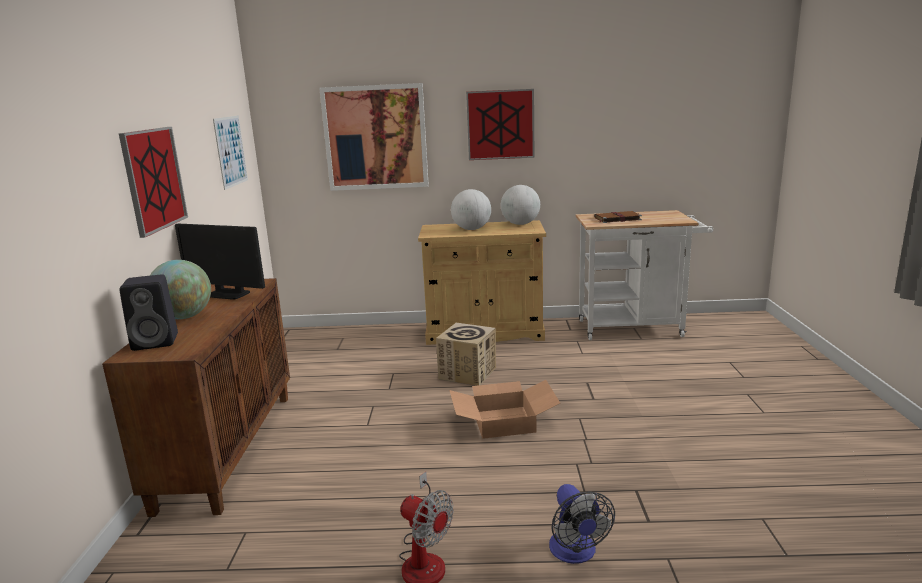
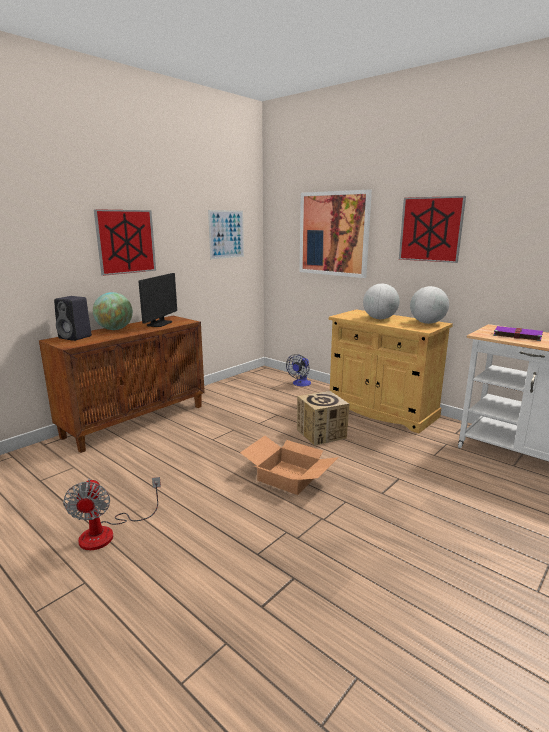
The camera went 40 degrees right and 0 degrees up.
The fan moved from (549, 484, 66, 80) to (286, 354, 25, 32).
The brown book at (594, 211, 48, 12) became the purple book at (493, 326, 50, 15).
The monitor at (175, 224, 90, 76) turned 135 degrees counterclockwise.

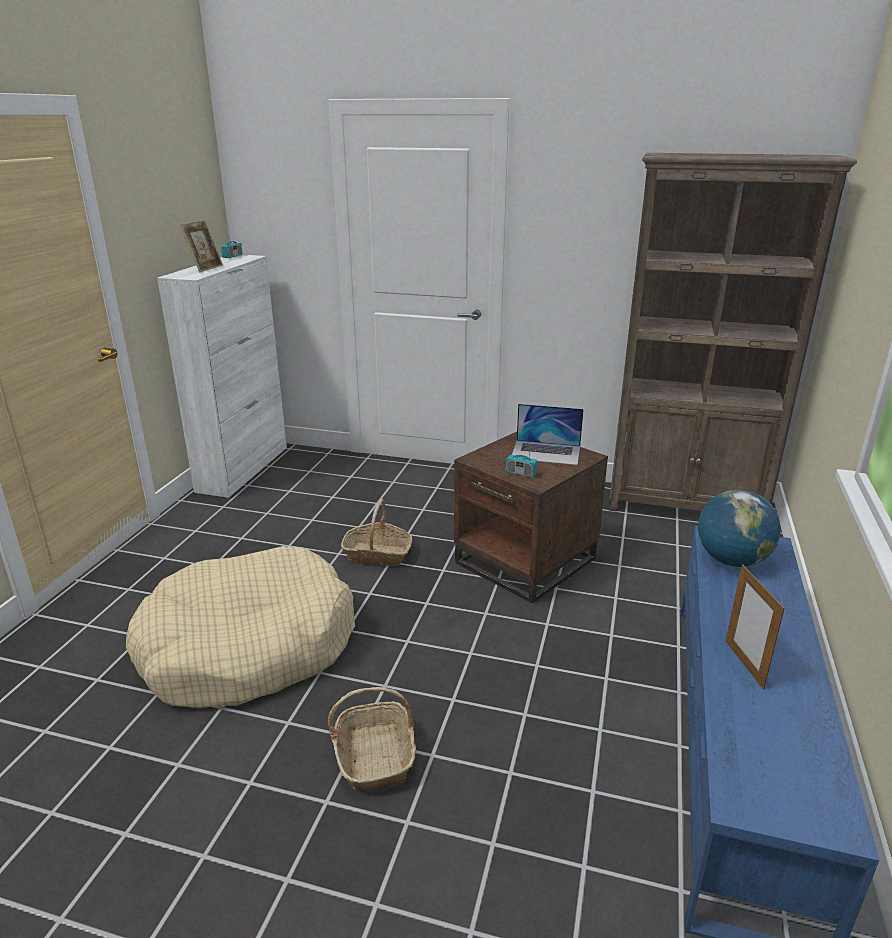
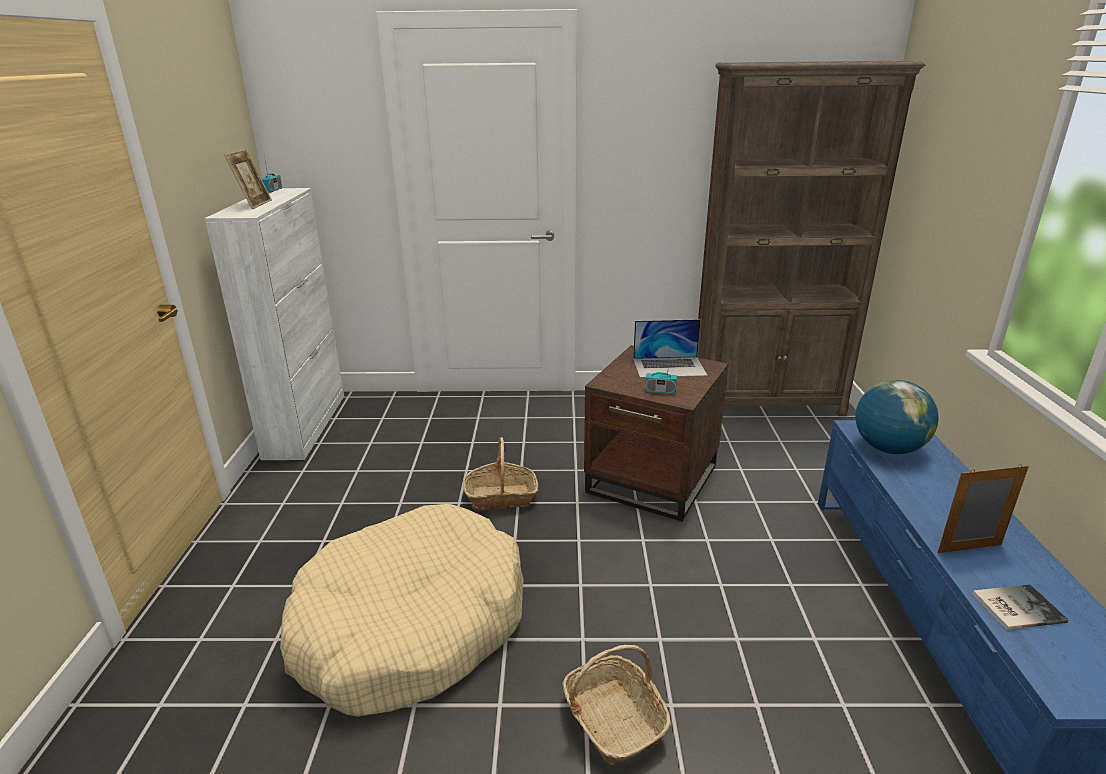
The camera went 15 degrees left and 0 degrees up.
The book at (972, 584, 96, 46) appeared.
The picture frame at (726, 564, 59, 125) turned 105 degrees clockwise.

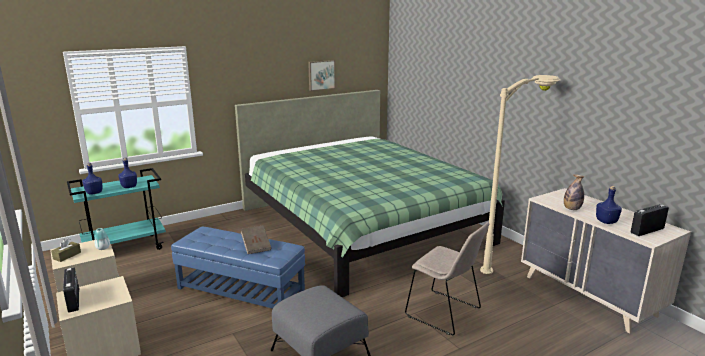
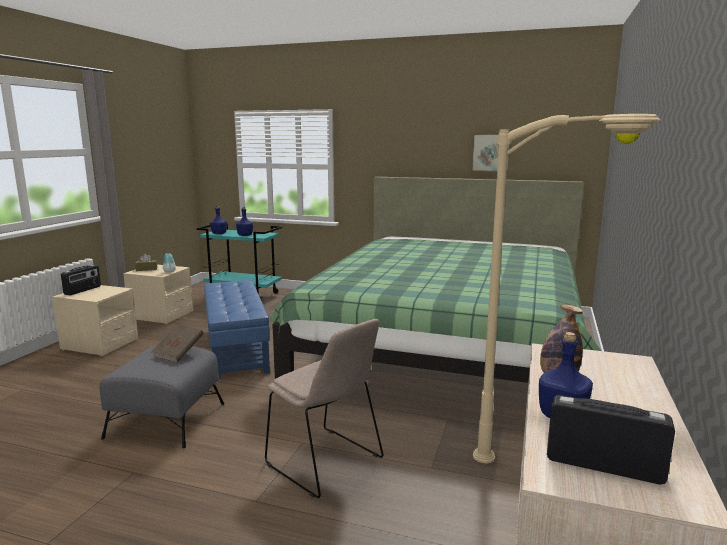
The camera went 50 degrees right and 5 degrees down.
The brown book moved from (241, 226, 31, 28) to (151, 324, 53, 39).
The beige chair at (405, 222, 84, 113) turned 45 degrees counterclockwise.

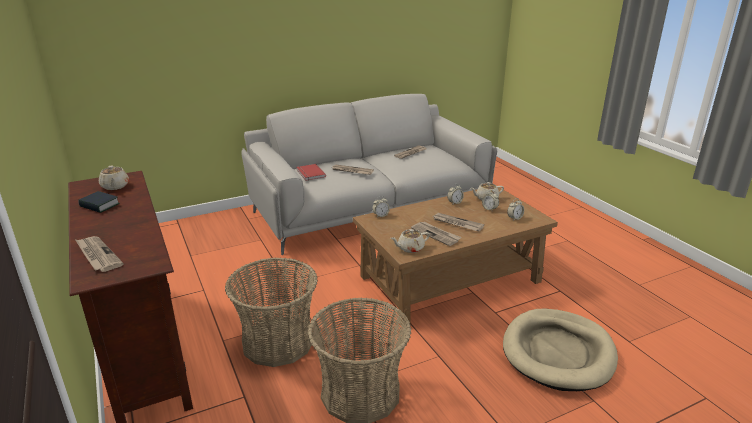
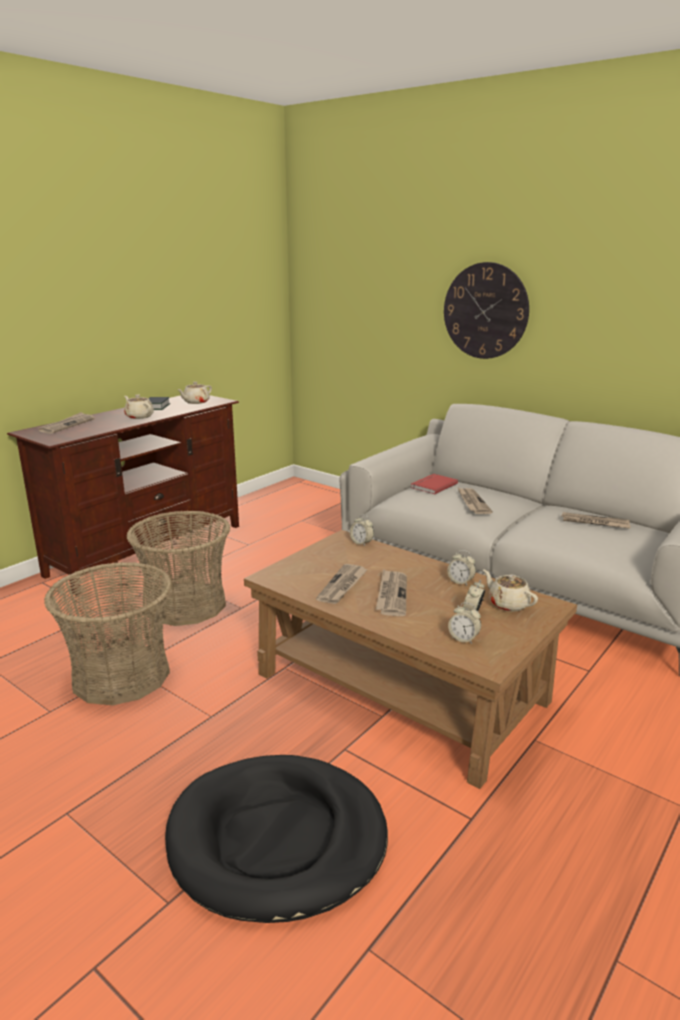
The camera went 65 degrees right and 5 degrees down.
The wall clock at (444, 262, 85, 97) appeared.
The beige teapot moved from (391, 229, 39, 24) to (124, 395, 30, 24).
The beige dog bed at (503, 309, 115, 82) became the black dog bed at (165, 755, 223, 168).

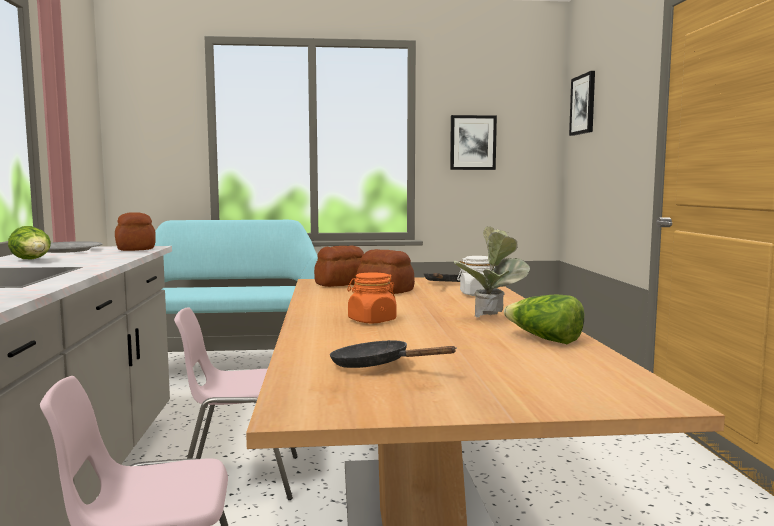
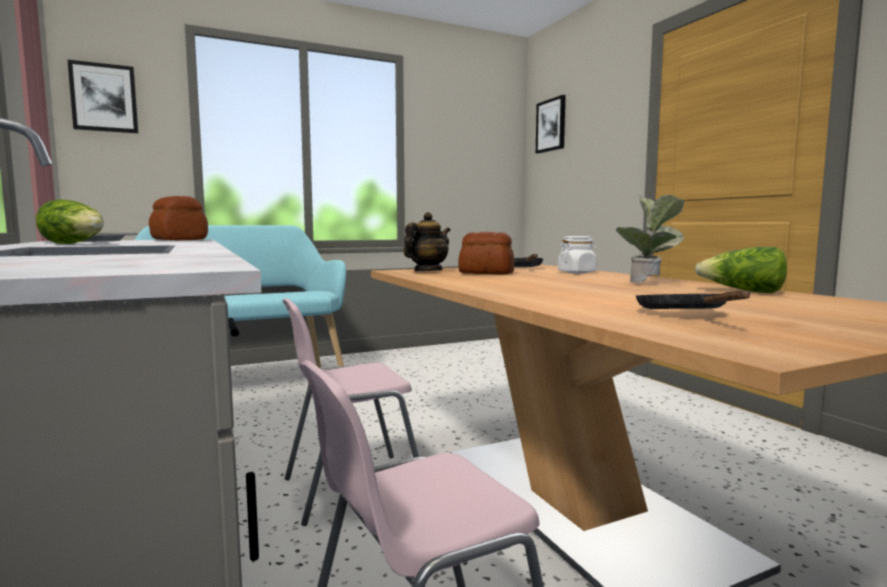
The camera went 20 degrees left and 0 degrees up.
The orange jar at (347, 272, 50, 51) disappeared.
The picture moved from (450, 115, 47, 55) to (67, 59, 71, 74).
The bread at (314, 245, 50, 42) was replaced by the teapot at (403, 212, 47, 59).
The black frying pan at (330, 340, 127, 28) turned 75 degrees clockwise.

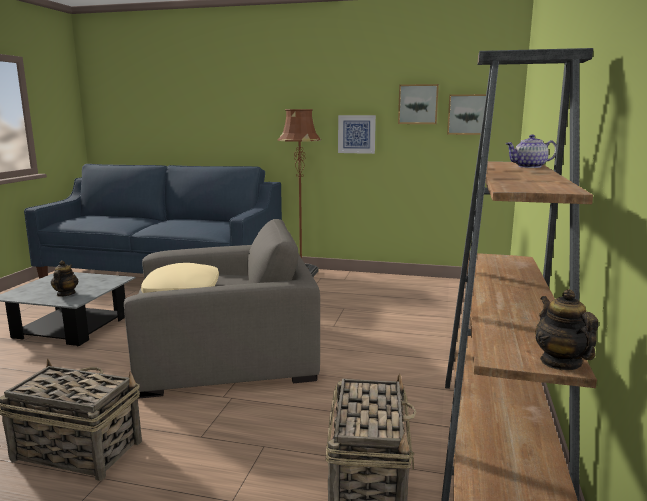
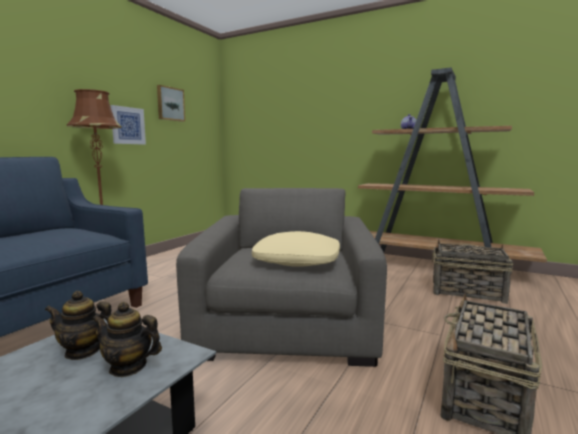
The camera went 75 degrees left and 5 degrees down.
The picture at (447, 94, 39, 41) disappeared.
The teapot moved from (535, 289, 63, 81) to (45, 291, 67, 69).

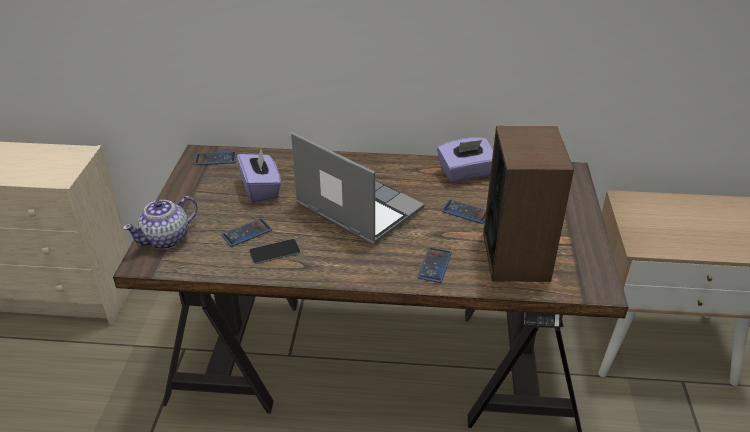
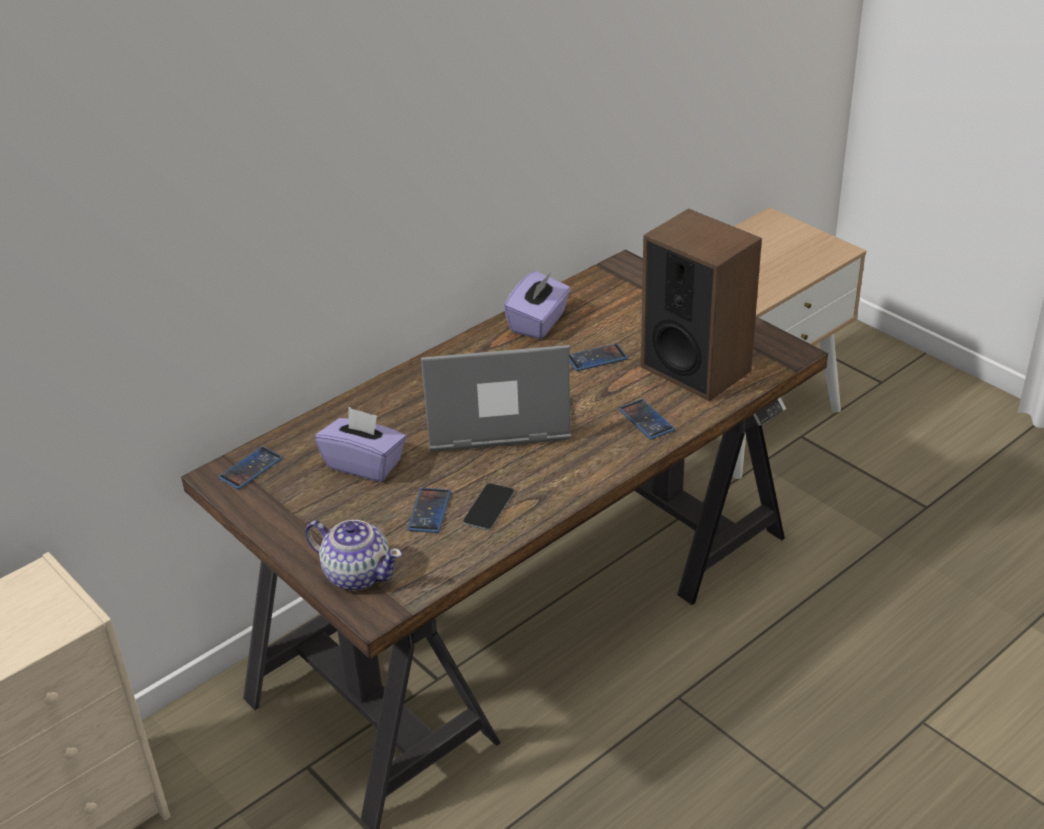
The camera went 45 degrees left and 0 degrees up.
The teapot at (122, 196, 76, 53) turned 60 degrees counterclockwise.

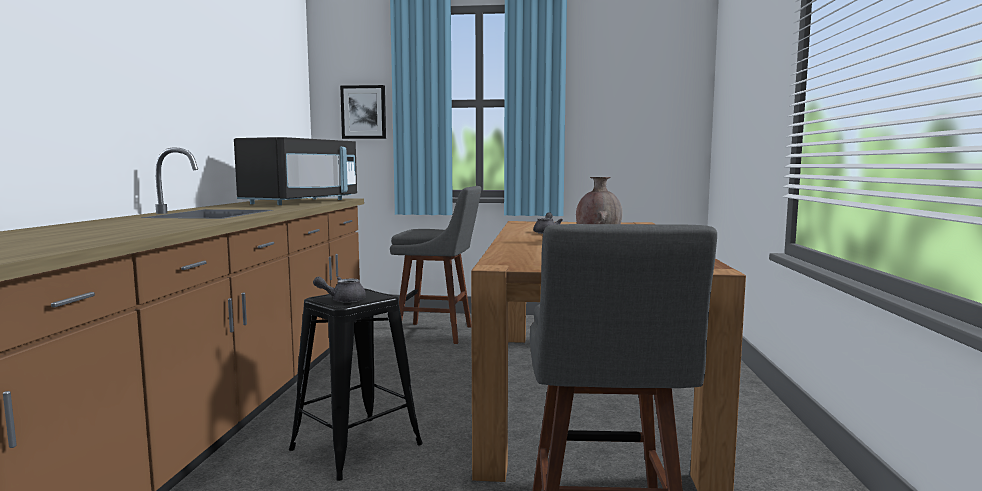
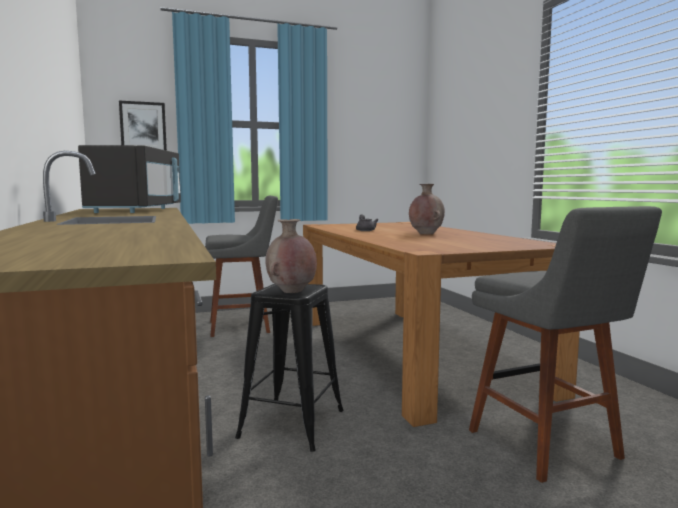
The camera went 25 degrees left and 0 degrees up.
The grey teapot at (313, 276, 53, 27) was replaced by the brown vase at (265, 219, 52, 74).

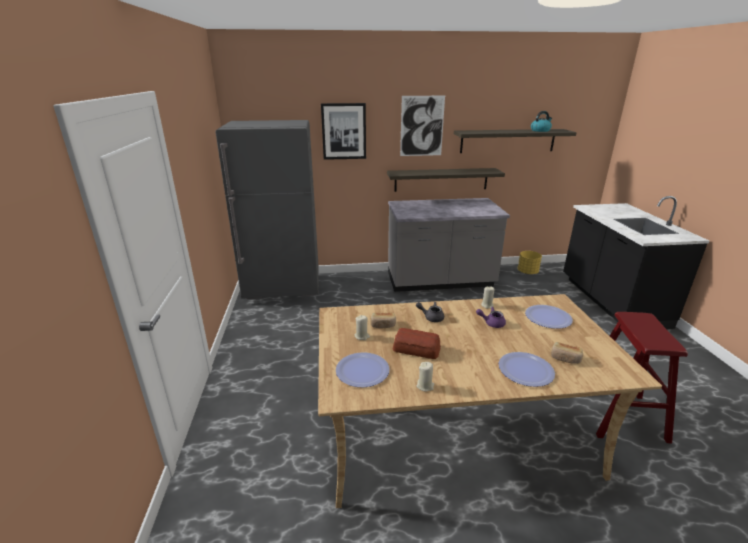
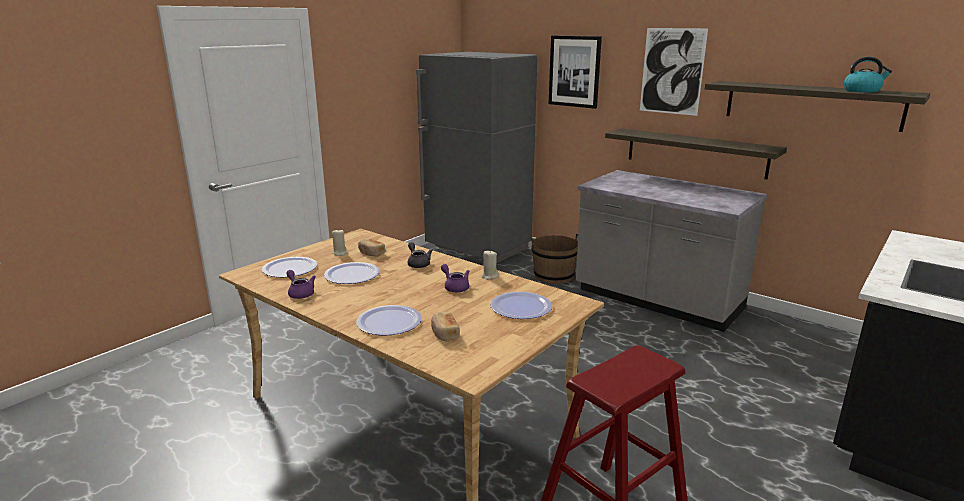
The camera went 45 degrees right and 5 degrees down.
The yellow planter at (518, 251, 24, 24) disappeared.
The brown bucket at (531, 234, 47, 50) appeared.
The bread at (393, 328, 48, 31) was replaced by the plate at (324, 262, 56, 22).
The beige candle at (416, 362, 18, 29) was replaced by the purple teapot at (286, 270, 30, 29).

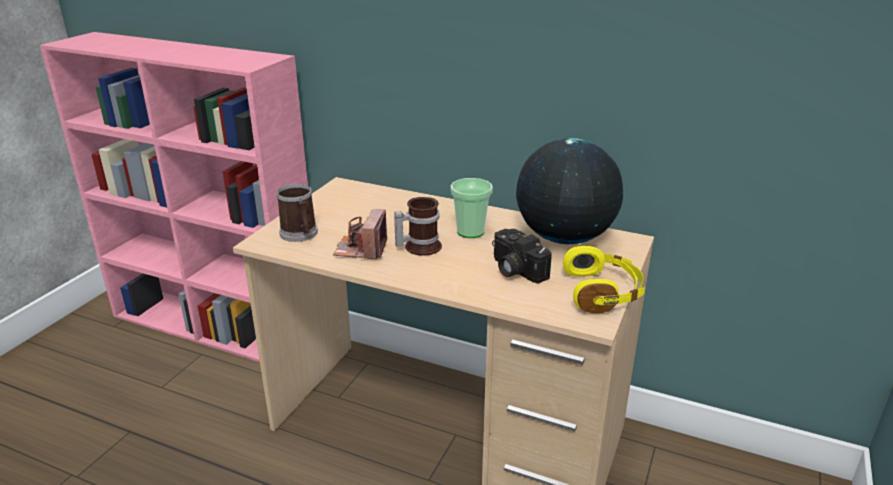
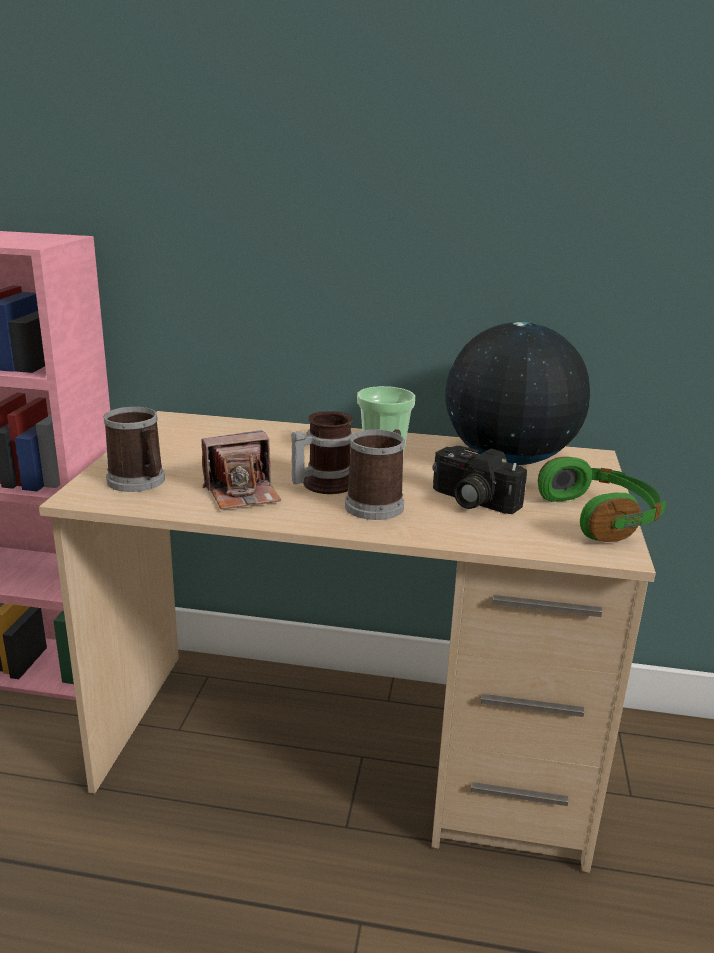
The camera went 15 degrees left and 5 degrees down.
The mug at (345, 429, 60, 91) appeared.
The yellow headphones at (563, 245, 82, 68) became the green headphones at (538, 457, 128, 85).
The photo camera at (333, 209, 54, 50) turned 105 degrees counterclockwise.

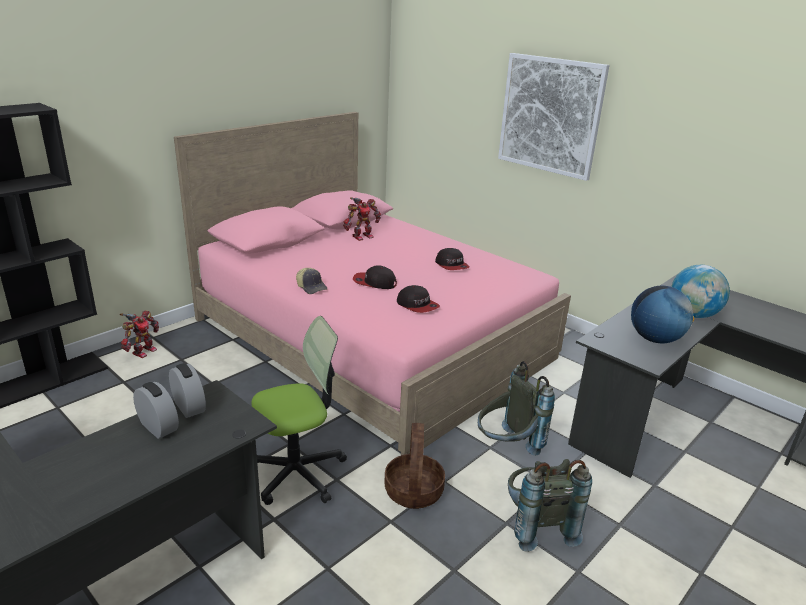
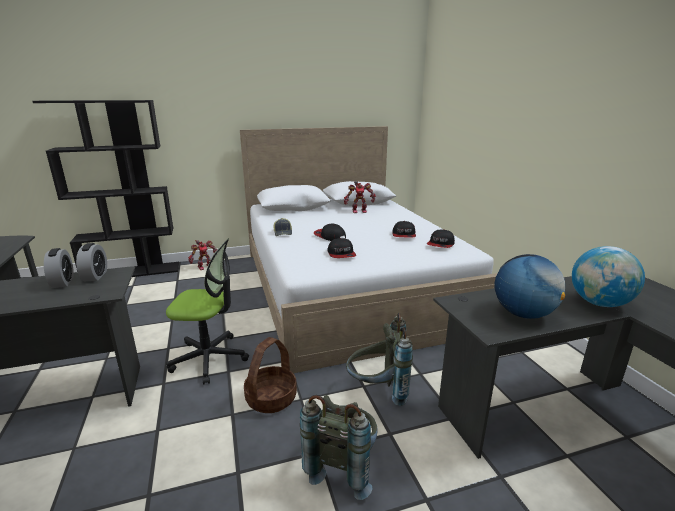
The camera went 30 degrees right and 5 degrees down.
The picture at (498, 53, 111, 128) disappeared.
The cap at (427, 229, 28, 19) appeared.
The pink bed at (174, 112, 397, 343) became the white bed at (240, 126, 257, 247).

